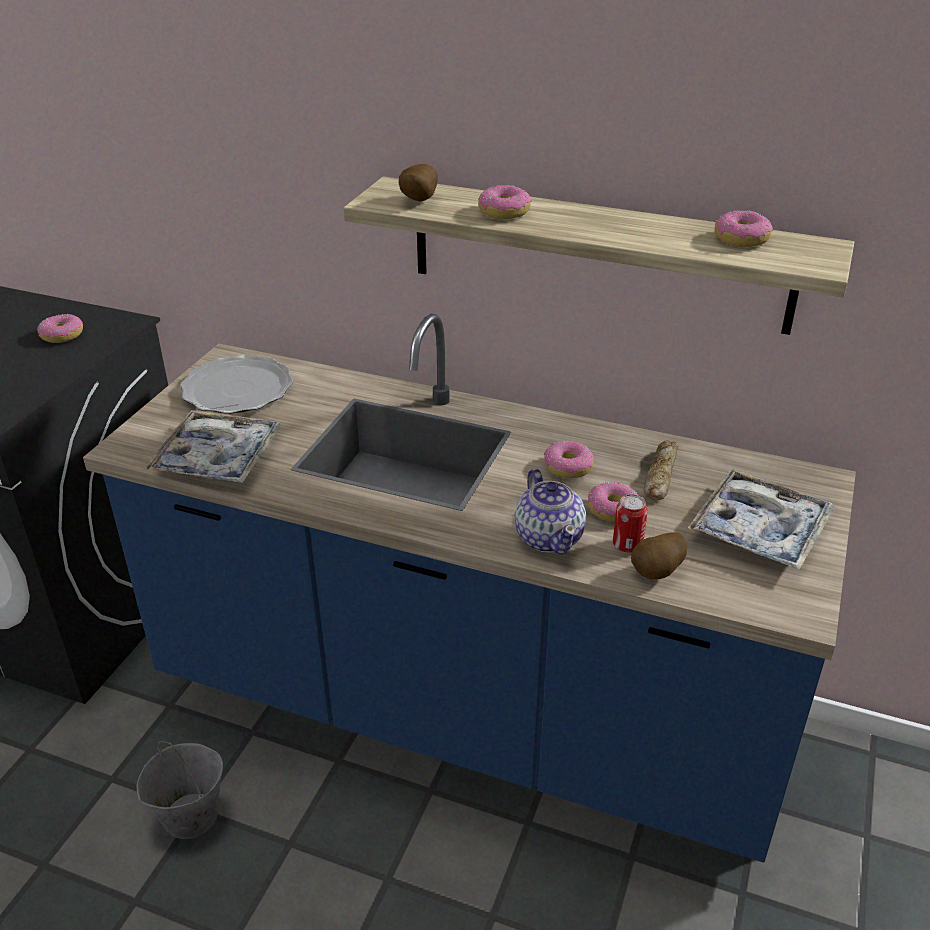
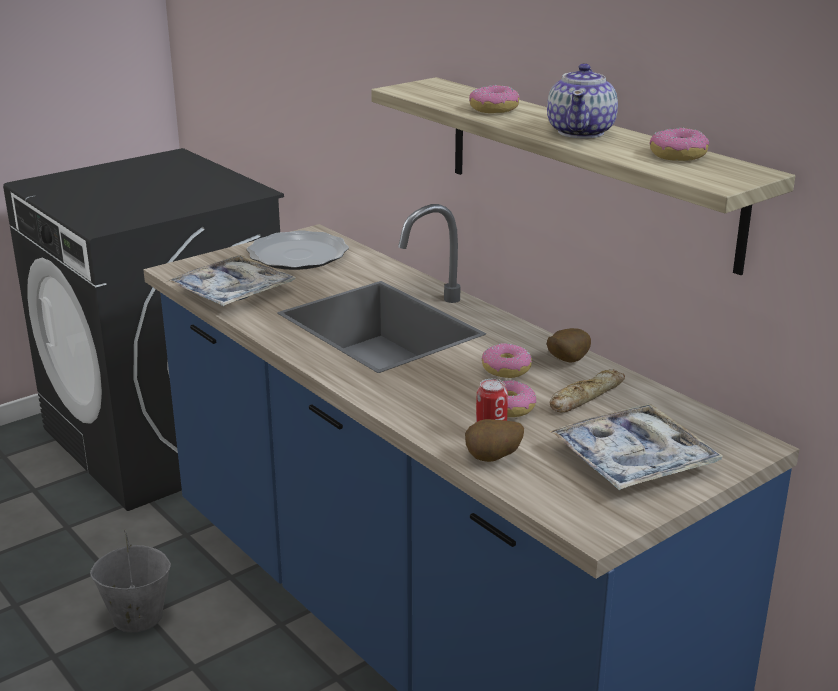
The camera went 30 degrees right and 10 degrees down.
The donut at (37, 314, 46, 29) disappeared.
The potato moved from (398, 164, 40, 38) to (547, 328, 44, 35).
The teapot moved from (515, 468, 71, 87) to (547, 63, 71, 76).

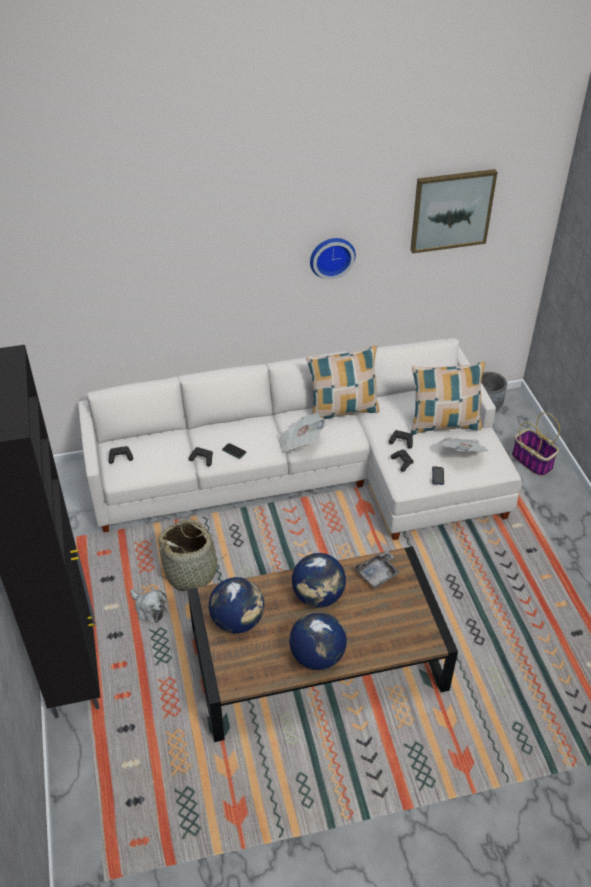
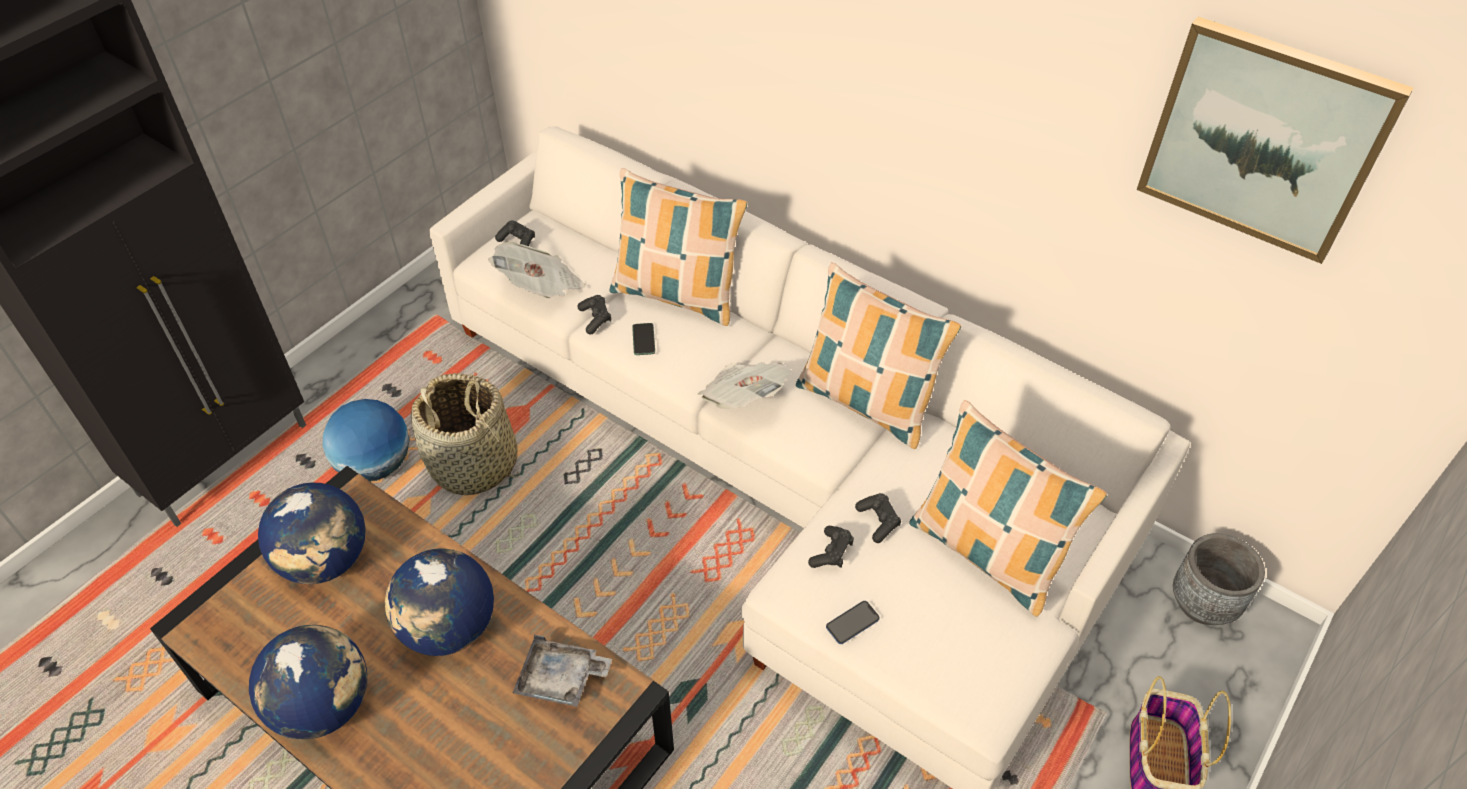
The camera went 50 degrees right and 5 degrees up.
The wall clock at (310, 238, 46, 41) disappeared.
The pillow at (610, 168, 138, 158) appeared.
The newspaper moved from (440, 437, 48, 15) to (488, 242, 98, 56).
The plush toy at (130, 589, 38, 33) was replaced by the globe at (323, 399, 87, 82).

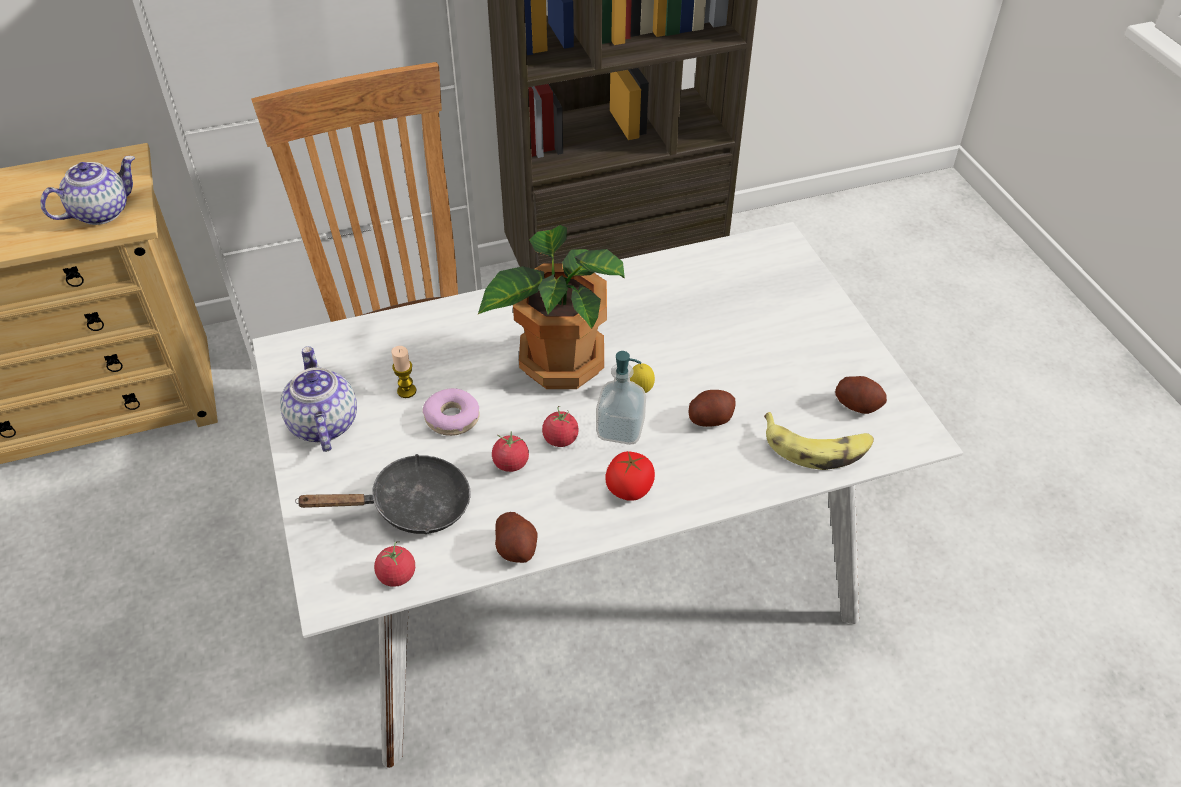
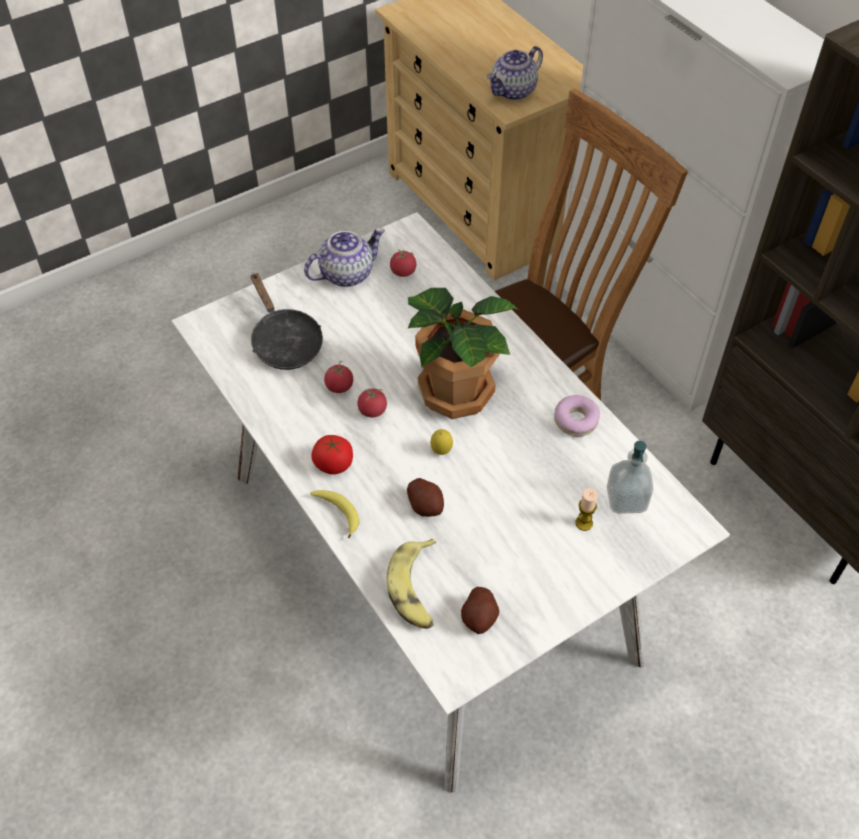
The camera went 75 degrees right and 5 degrees up.
The potato at (495, 512, 42, 51) disappeared.
The banana at (310, 490, 49, 48) appeared.
The tomato moved from (374, 541, 41, 46) to (390, 249, 26, 28).
The candle moved from (392, 346, 24, 52) to (575, 488, 22, 43).
The donut moved from (423, 388, 56, 48) to (554, 395, 46, 41).
The soap dispenser moved from (596, 351, 50, 94) to (607, 441, 46, 73).
The teapot at (40, 156, 95, 69) turned 105 degrees clockwise.

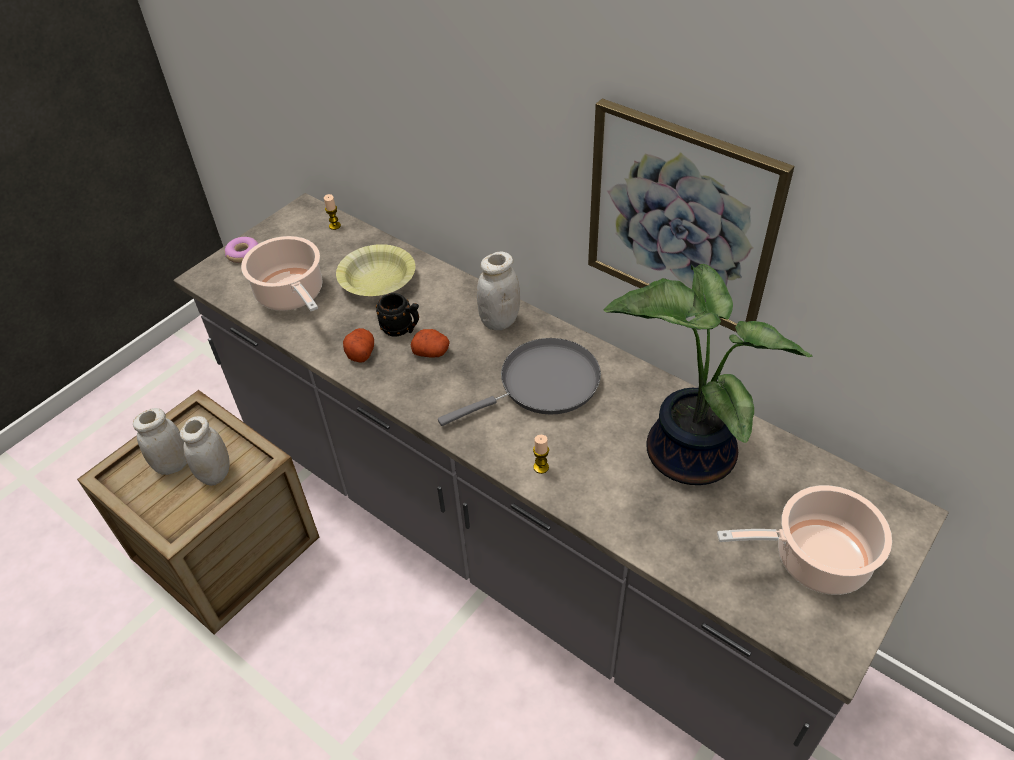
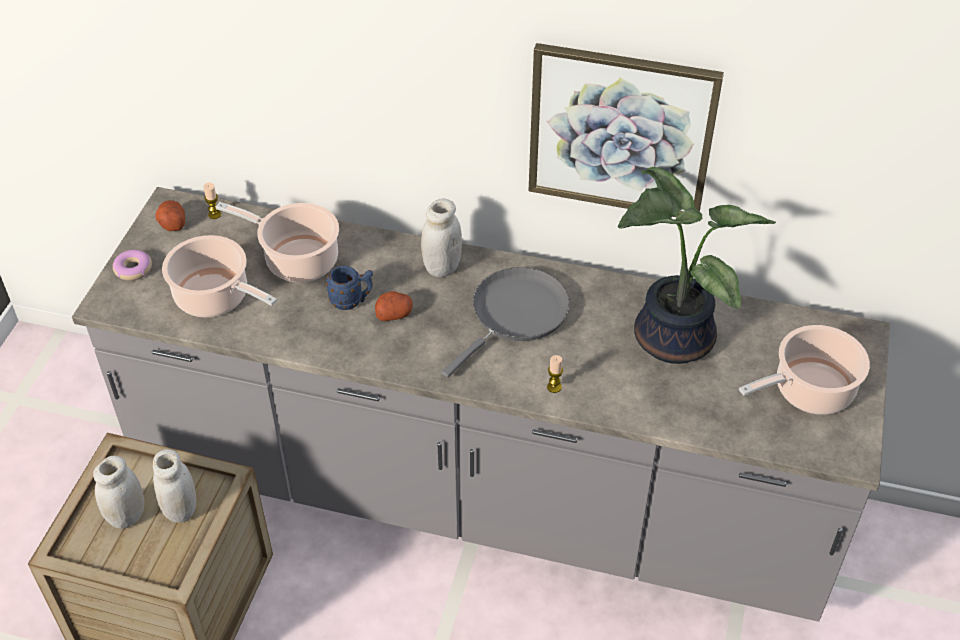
The camera went 25 degrees left and 0 degrees up.
The potato moved from (343, 328, 31, 35) to (155, 200, 30, 31).
The yellow bowl at (336, 244, 79, 52) was replaced by the cooking pot at (216, 202, 123, 80).
The black mug at (376, 293, 43, 44) became the blue mug at (326, 266, 47, 44).

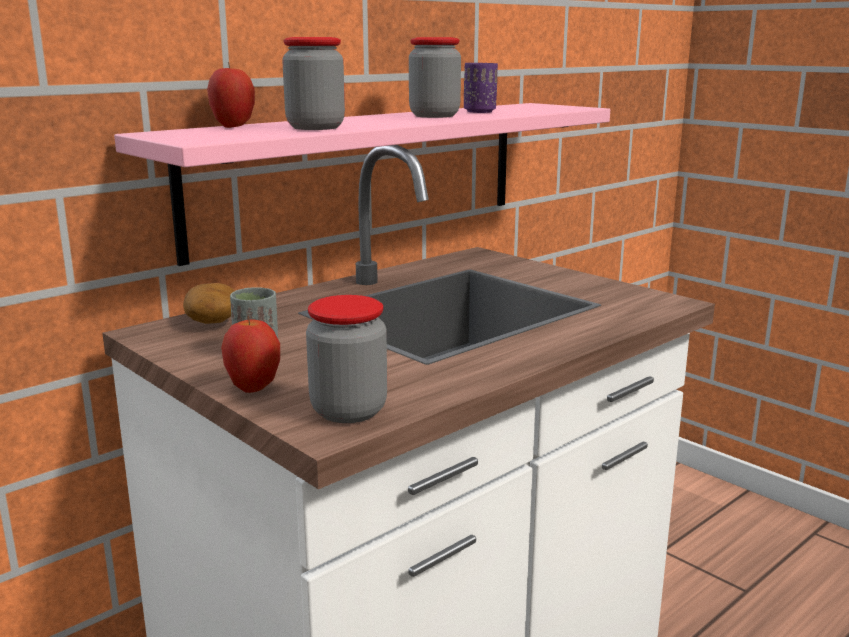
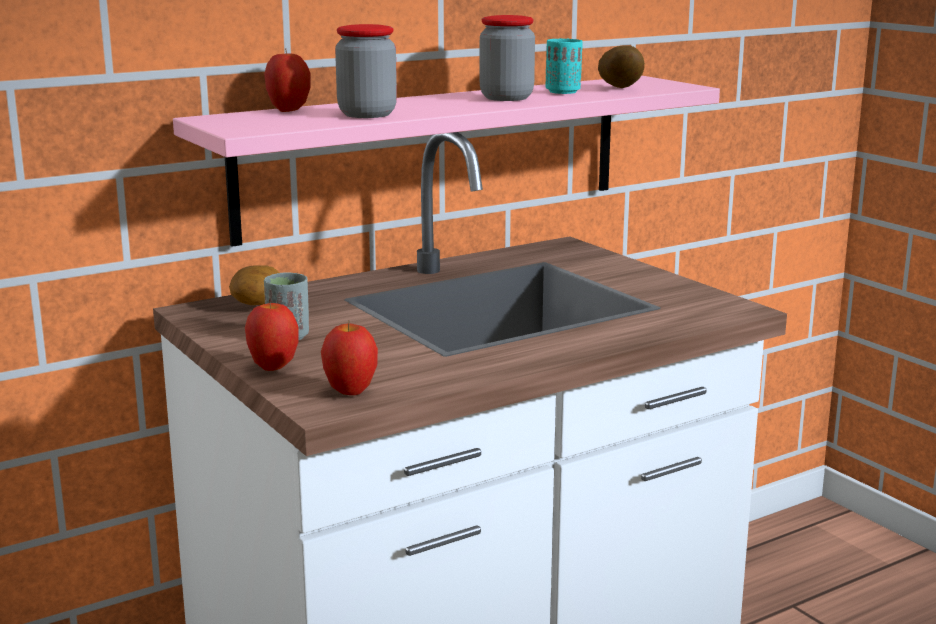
The camera went 10 degrees right and 0 degrees up.
The potato at (598, 45, 47, 43) appeared.
The jar at (306, 295, 81, 128) was replaced by the apple at (321, 320, 57, 75).
The purple cup at (464, 63, 34, 50) became the turquoise cup at (546, 39, 37, 55).

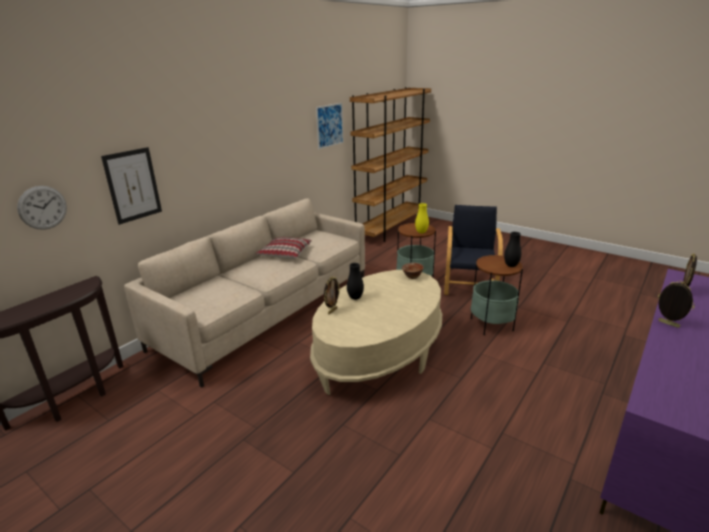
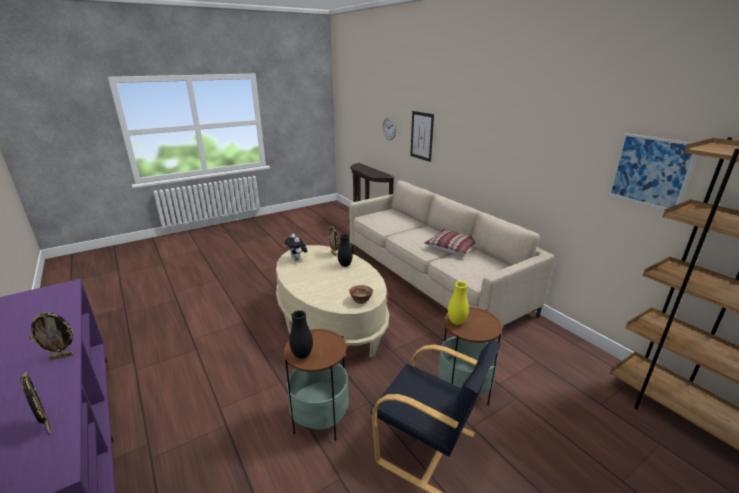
The camera went 110 degrees right and 0 degrees up.
The plush toy at (285, 234, 22, 27) appeared.

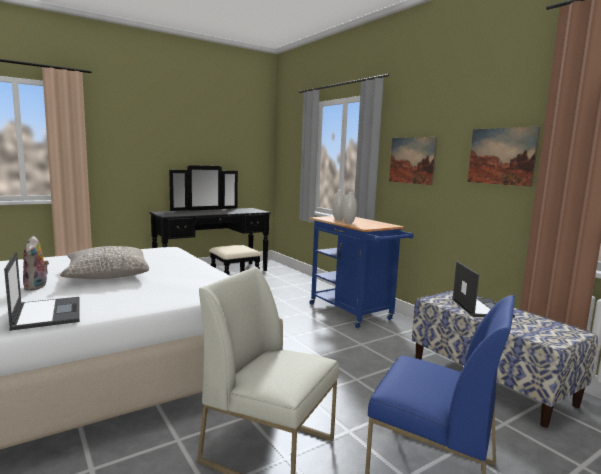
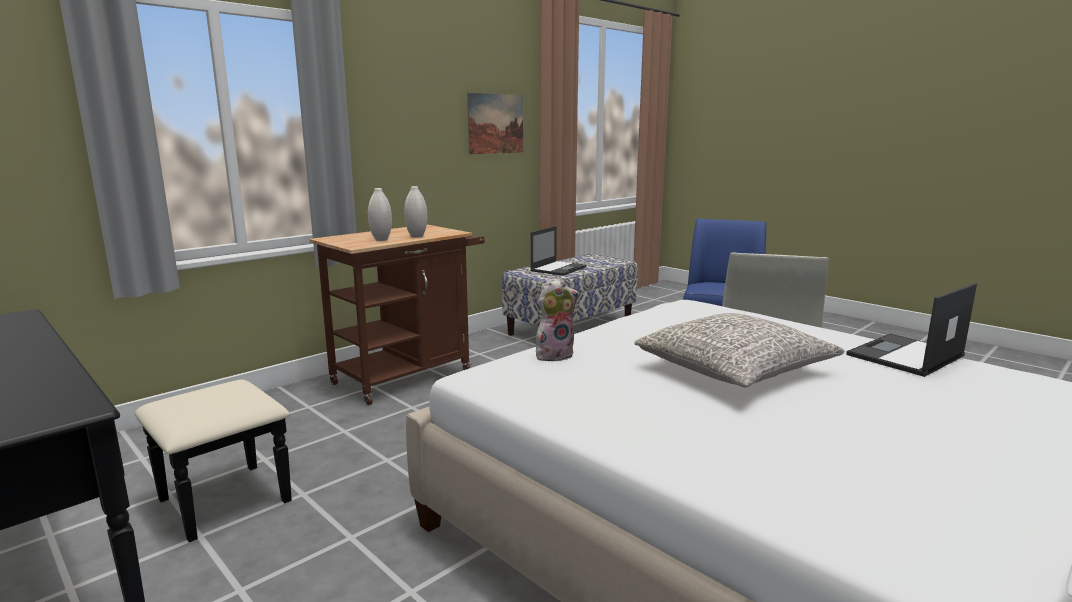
The camera went 100 degrees left and 5 degrees up.
The picture at (389, 137, 48, 48) disappeared.
The plush toy moved from (23, 236, 26, 55) to (536, 279, 43, 82).
The blue cart at (310, 216, 104, 112) became the brown cart at (309, 225, 176, 180).
The laptop at (452, 261, 63, 57) turned 135 degrees clockwise.

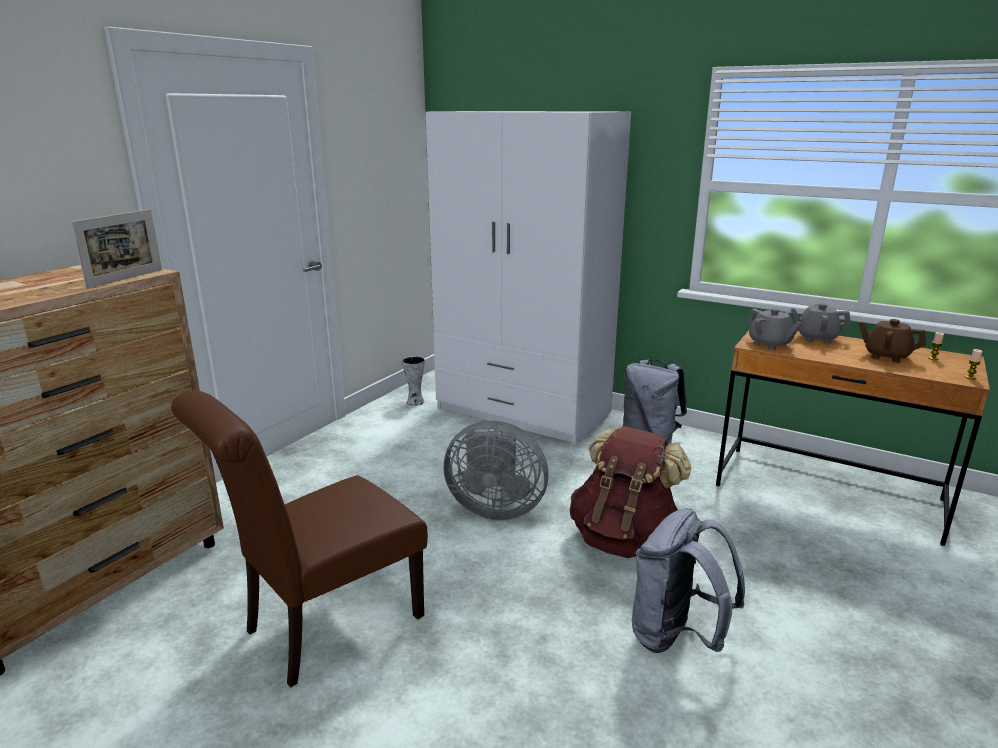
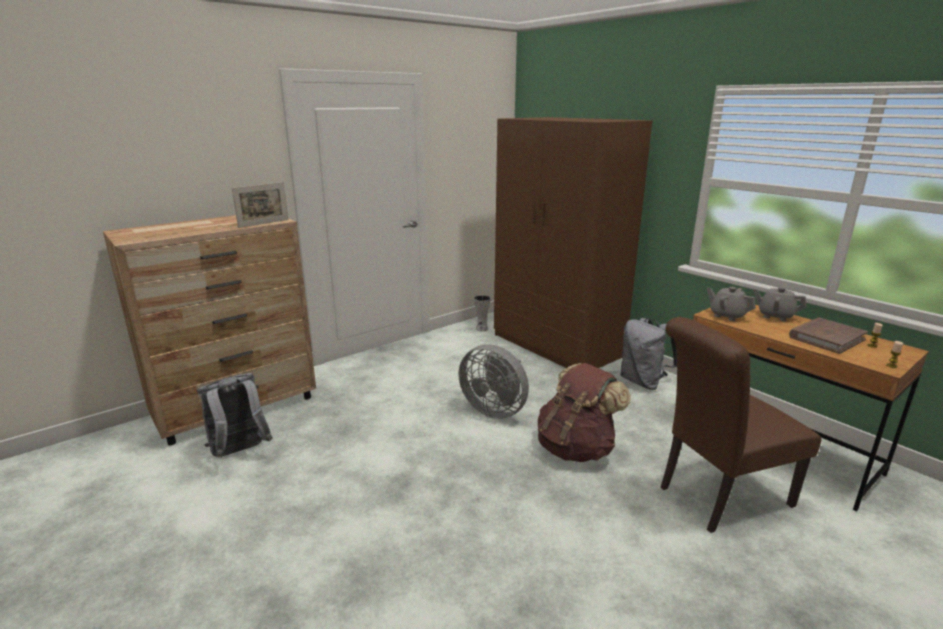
The camera went 20 degrees right and 0 degrees up.
The brown chair moved from (171, 390, 257, 298) to (661, 317, 161, 216).
The grey backpack moved from (632, 508, 113, 145) to (197, 373, 76, 84).
The brown teapot at (858, 319, 68, 44) was replaced by the brown book at (789, 318, 79, 36).
The white wardrobe at (426, 111, 205, 333) became the brown wardrobe at (494, 117, 158, 251).
The grey teapot at (747, 308, 55, 42) turned 150 degrees clockwise.

